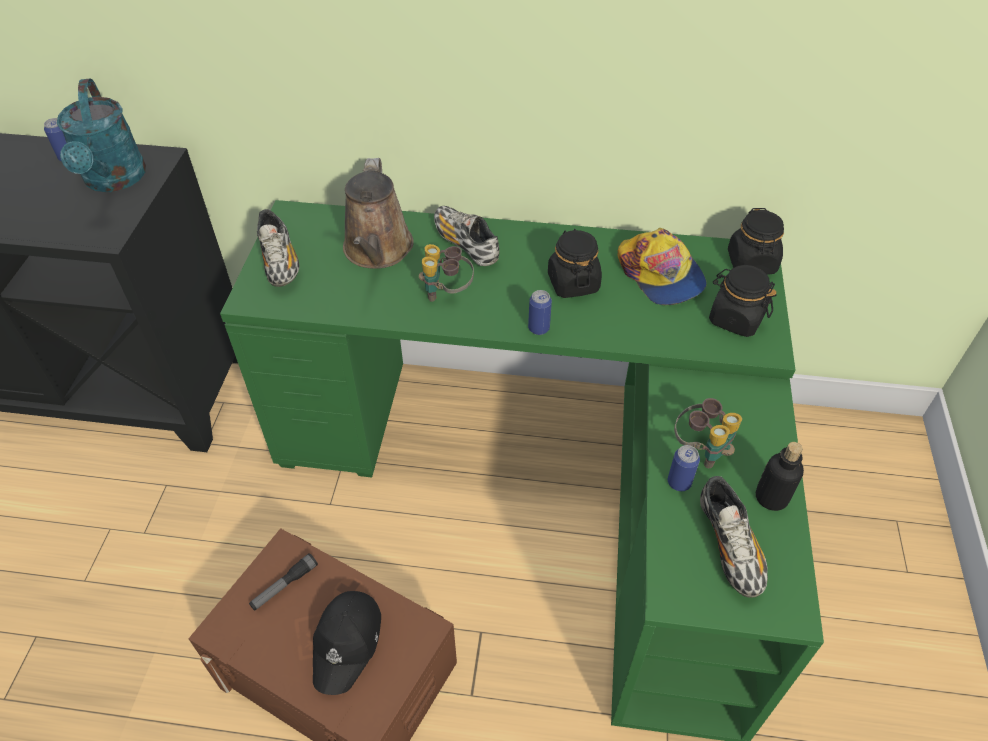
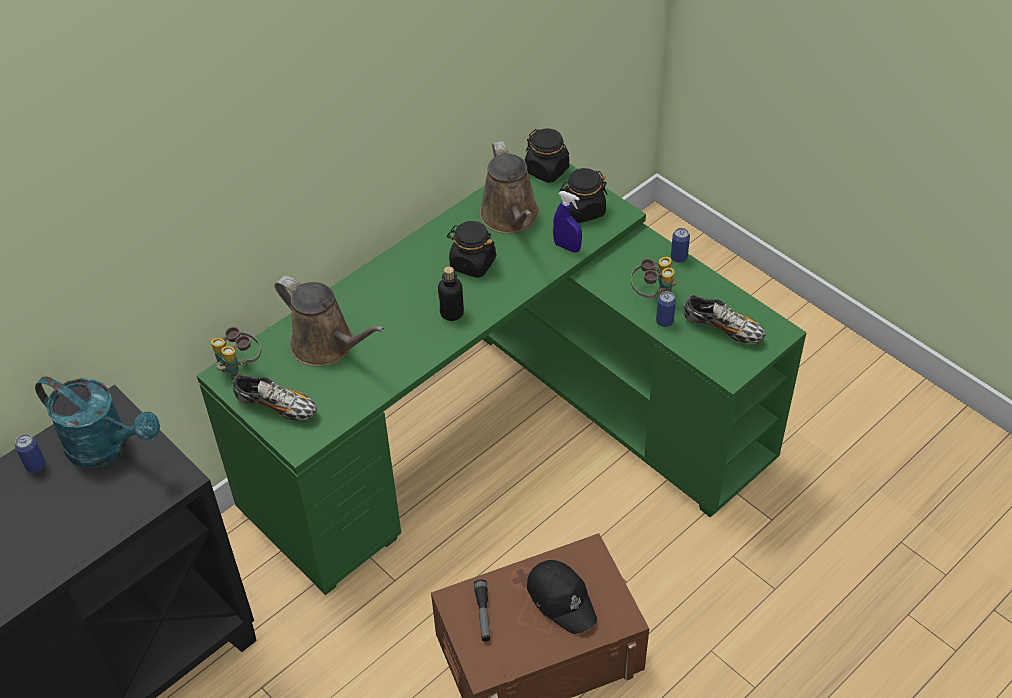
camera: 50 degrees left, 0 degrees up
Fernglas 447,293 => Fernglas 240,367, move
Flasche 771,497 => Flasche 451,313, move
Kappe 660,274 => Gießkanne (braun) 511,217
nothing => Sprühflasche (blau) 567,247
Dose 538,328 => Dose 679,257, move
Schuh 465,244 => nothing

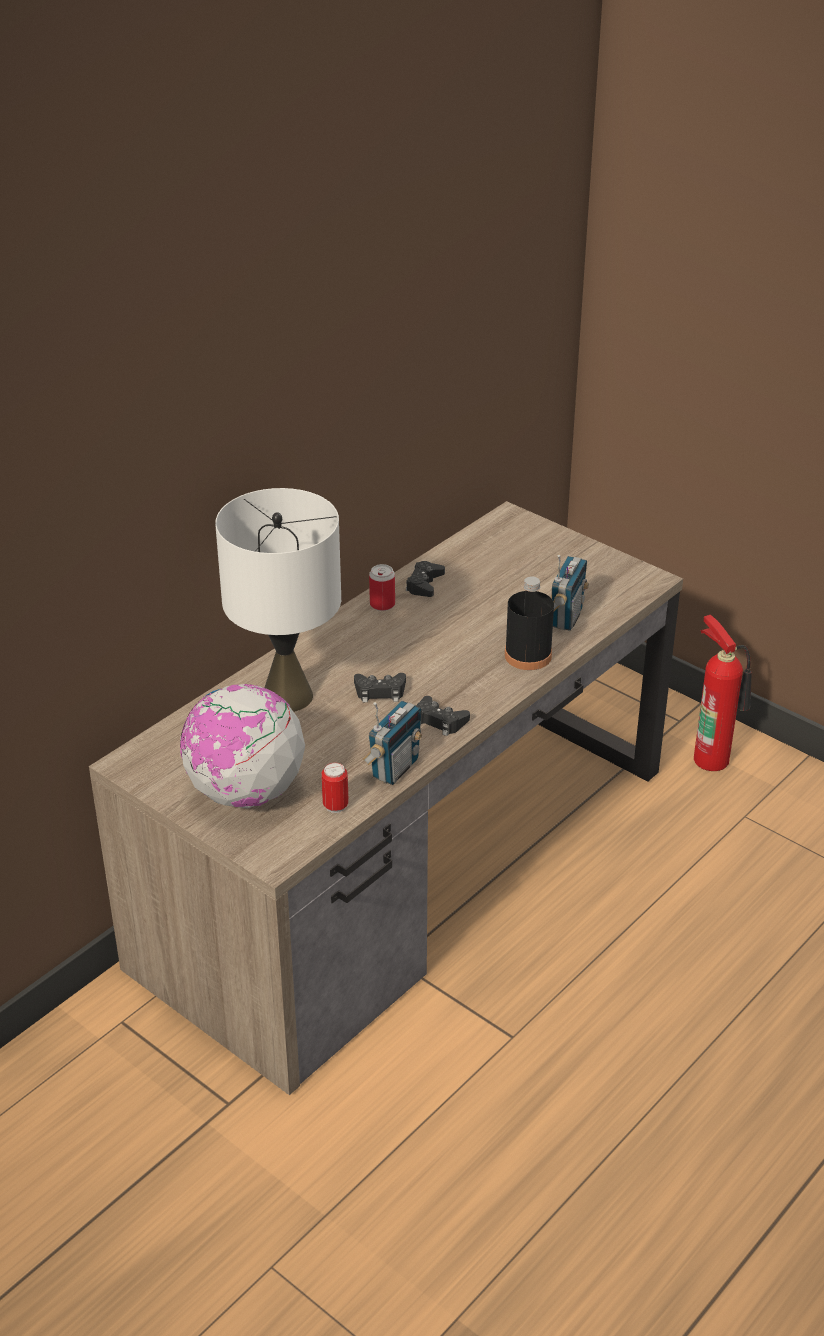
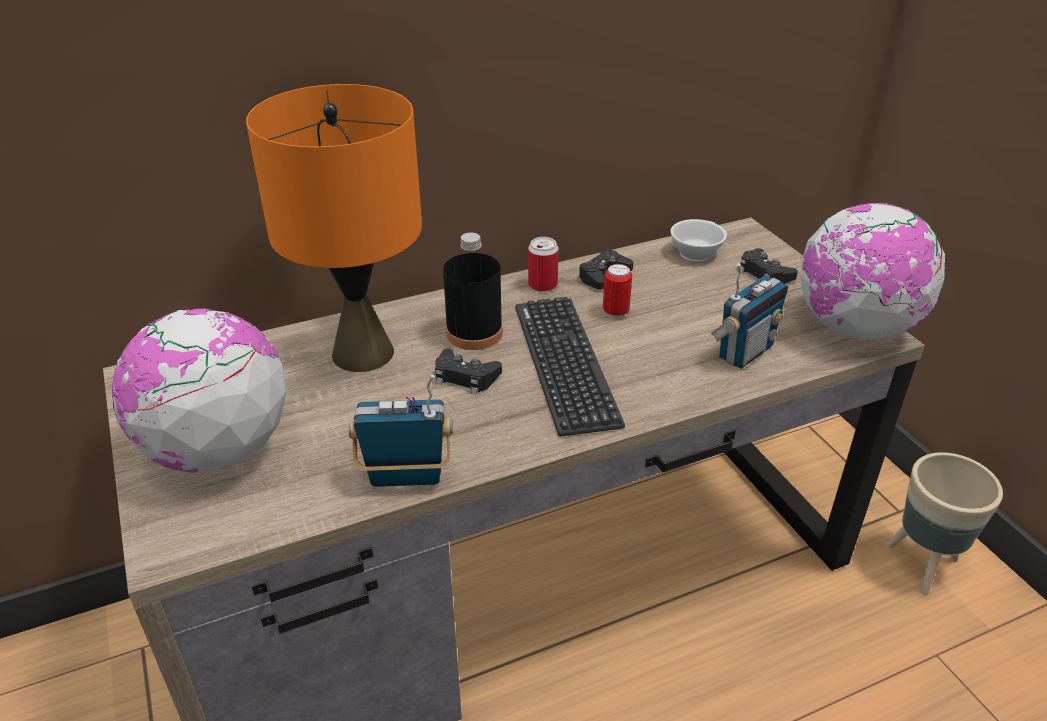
camera: 25 degrees right, 0 degrees up
Tischlampe (weiß) 288,696 => Tischlampe (orange) 364,353
Radio 394,768 => Radio 406,477, 150 degrees counterclockwise
Flasche (schwarz) 528,655 => Flasche (schwarz) 474,333, move
nothing => Tastatur 565,363
Dose 335,806 => Dose 615,312, move
nothing => Tasse (weiß) 694,252
Gamepad (schwarz) 439,721 => Gamepad (schwarz) 764,274, move
nothing => Globus 855,328
Feuerlöscher 712,757 => Pflanzkübel (beige) 923,566

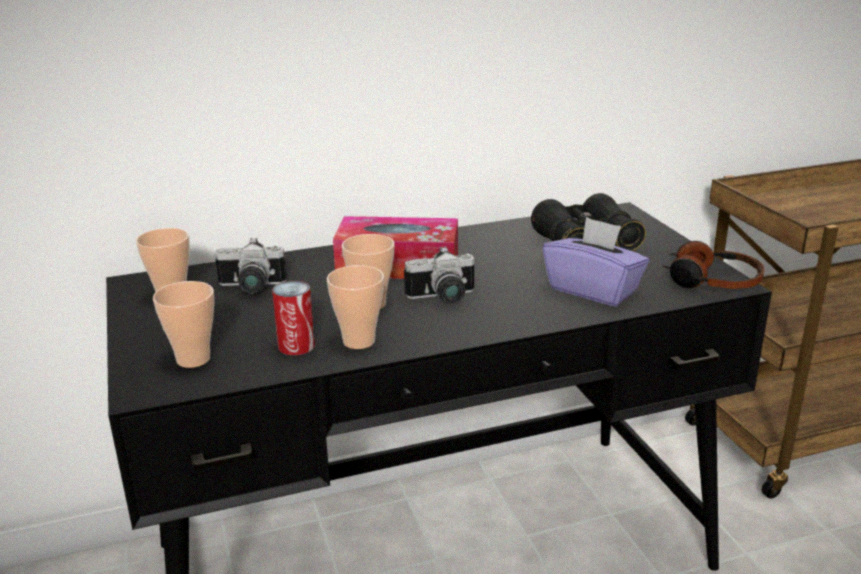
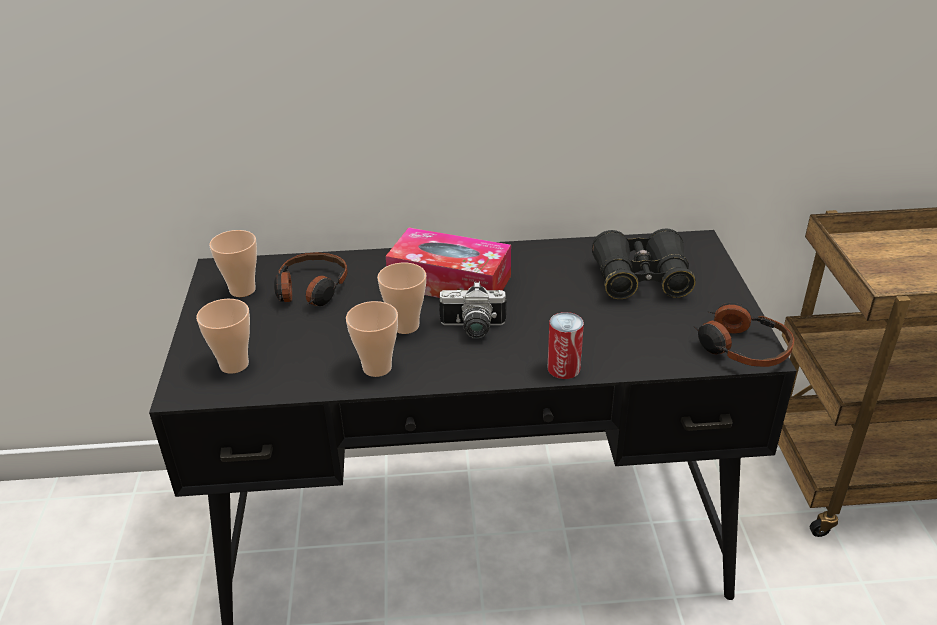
camera: 15 degrees right, 10 degrees up
Kamera 251,288 => Kopfhörer 311,290
Dose 296,346 => Dose 563,368, move
Taschentuchbox (lila) 593,290 => nothing

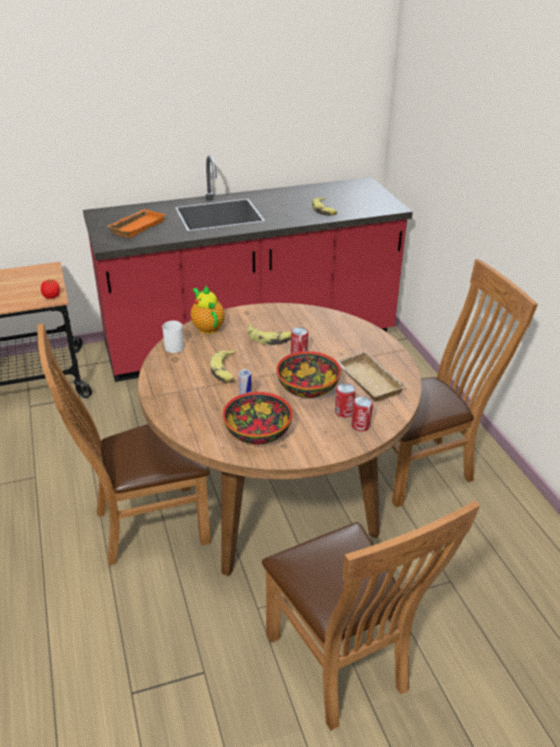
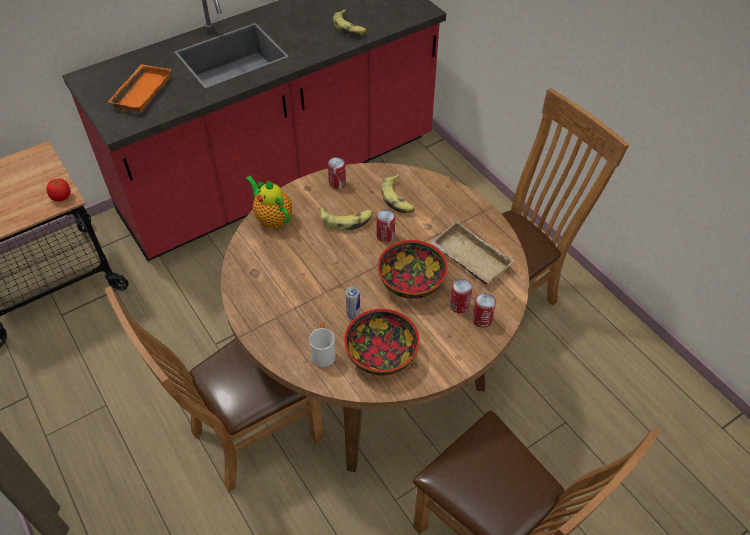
camera: 15 degrees left, 15 degrees up
Henkelbecher (weiß) 175,346 => Henkelbecher (weiß) 323,353, move
nothing => Dose 337,183
Banane 225,371 => Banane 398,199, move

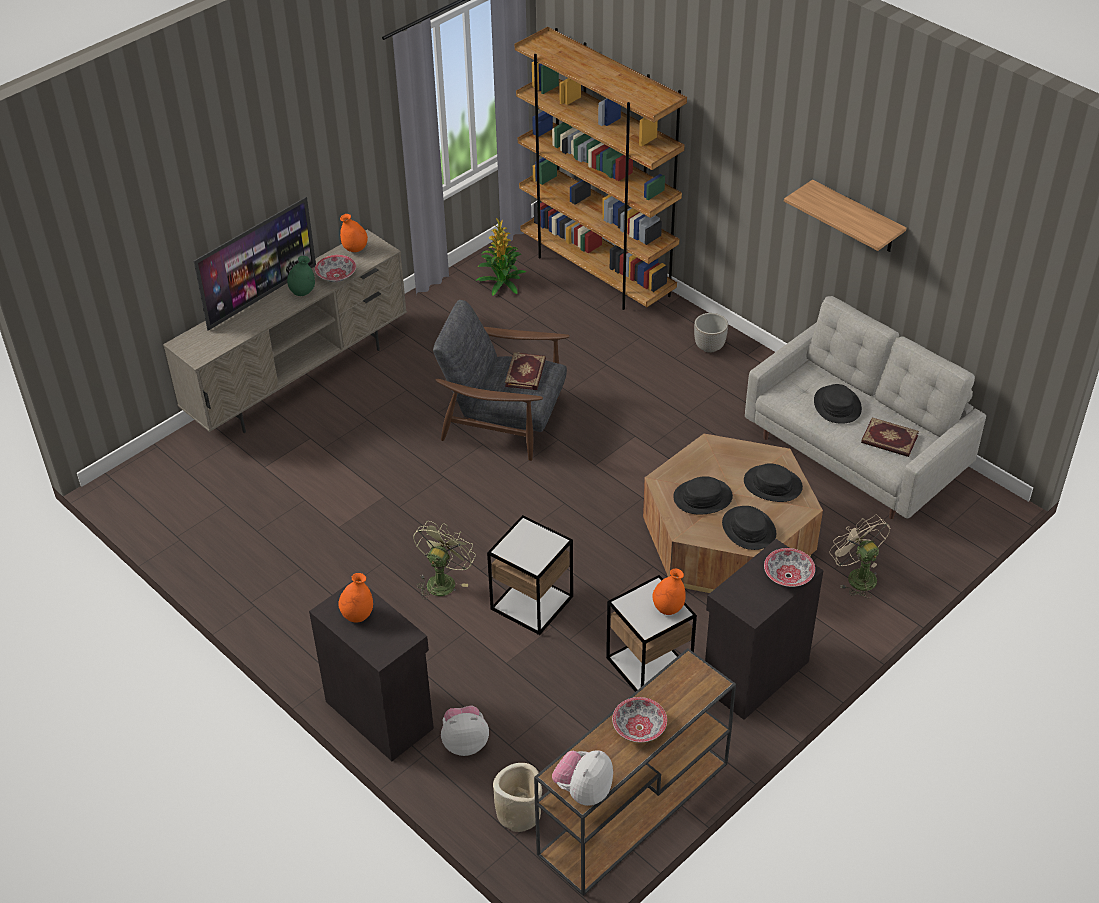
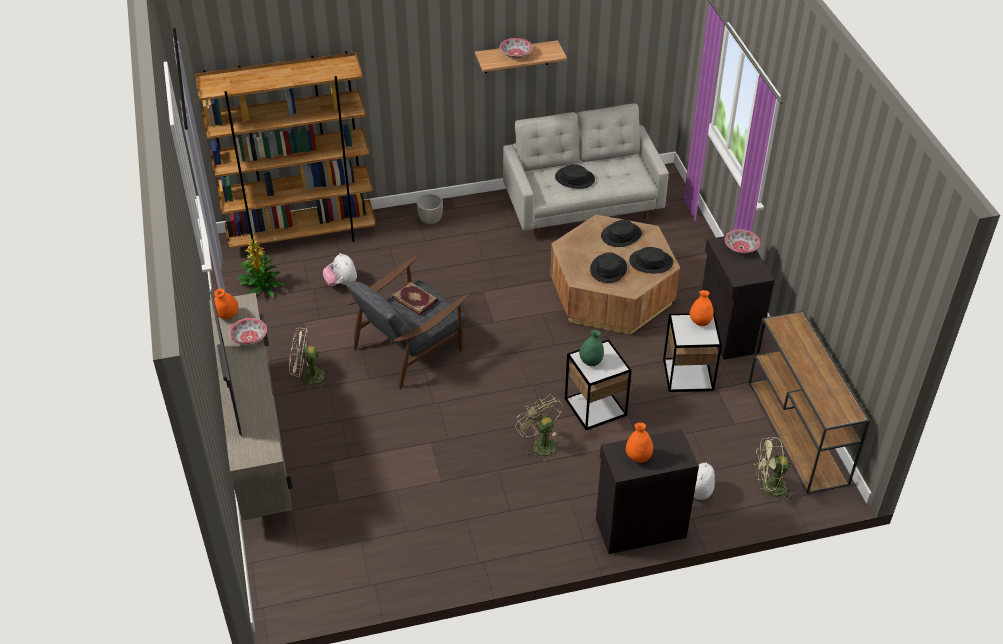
camera: 60 degrees left, 0 degrees up
Ventilator (beige) 856,576 => Ventilator (beige) 308,377, move
Plüschtier 584,791 => Plüschtier 341,283, move
Schüssel 639,727 => Schüssel 515,54, move
Vase (grün) 302,292 => Vase (grün) 591,361, move
Pflanzkübel (beige) 520,813 => Ventilator (grün) 769,488
Buch 889,440 => nothing

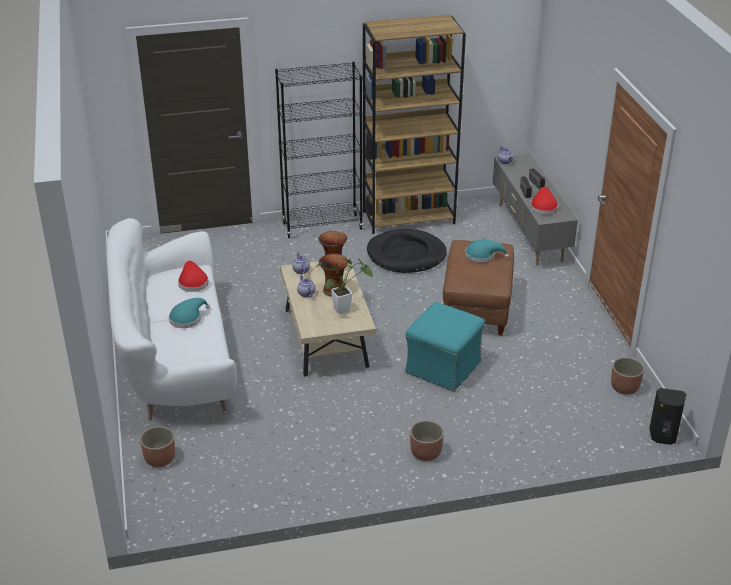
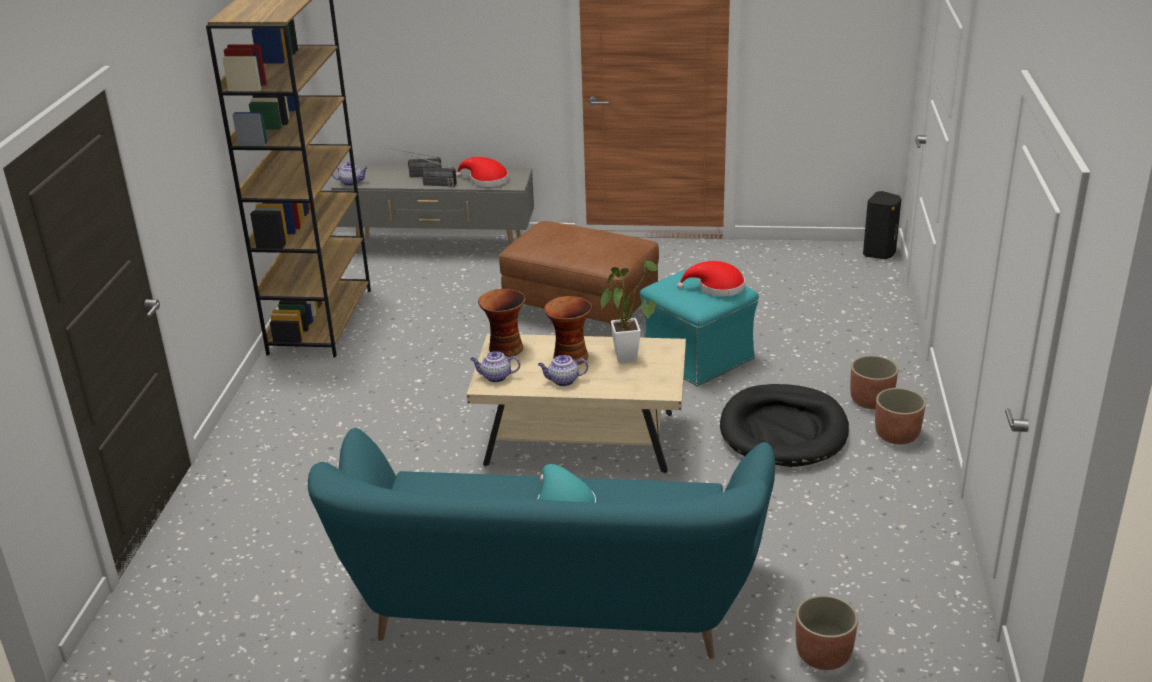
camera: 70 degrees left, 5 degrees down
Sofa (weiß) 175,359 => Sofa (türkis) 550,606
Hut (rot) 192,282 => Hut (rot) 717,287, move
Hundebett (schwarz) 406,255 => Hundebett (schwarz) 783,430, move
Pflanzkübel 624,388 => Pflanzkübel 897,435, move
Bücherregal (schwarz) 322,226 => nothing
Hut (türkis) 482,256 => nothing

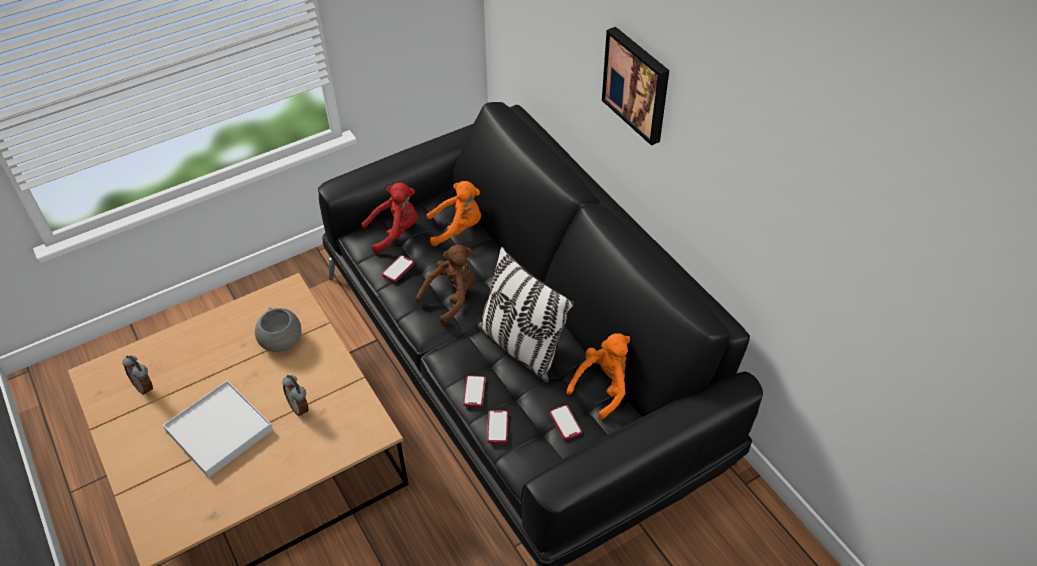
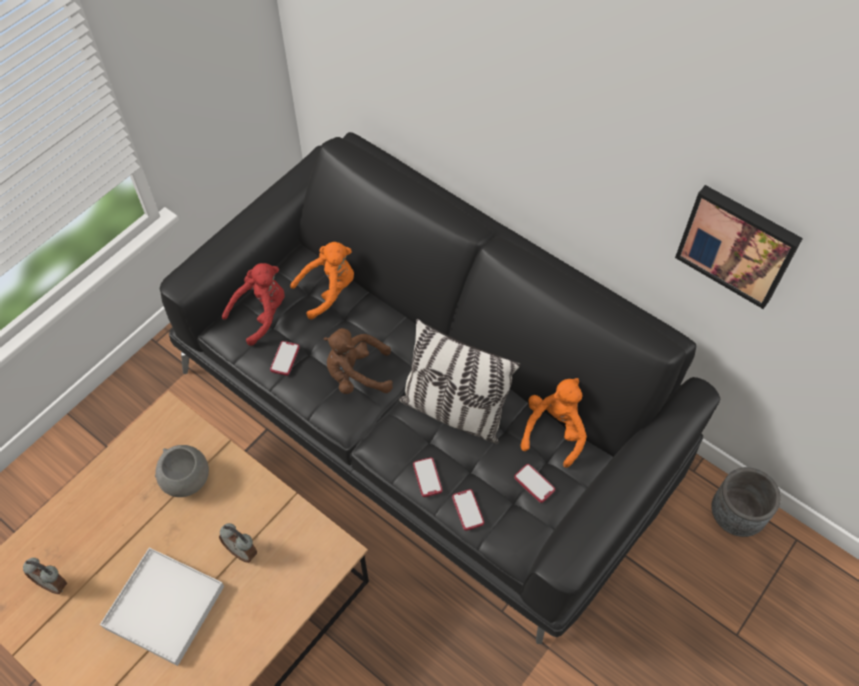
camera: 20 degrees left, 10 degrees up
Plüschtier (braun) 451,297 => Plüschtier (braun) 357,375, 120 degrees counterclockwise
Bild 637,84 => Bild 738,244, move
nothing => Pflanzkübel (grau) 735,516

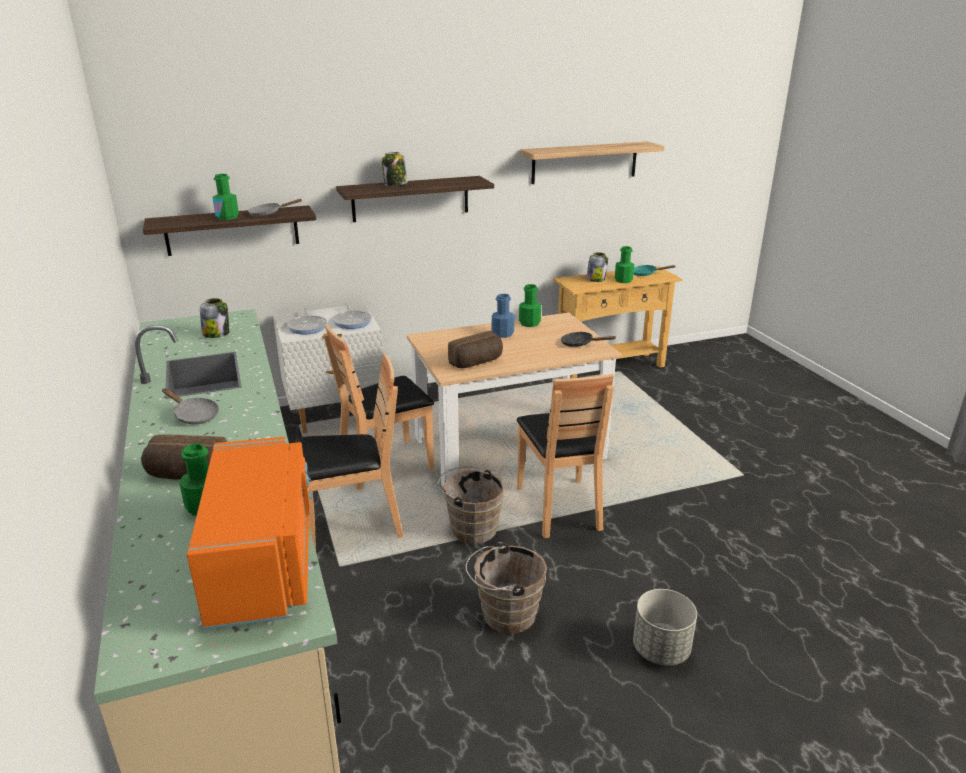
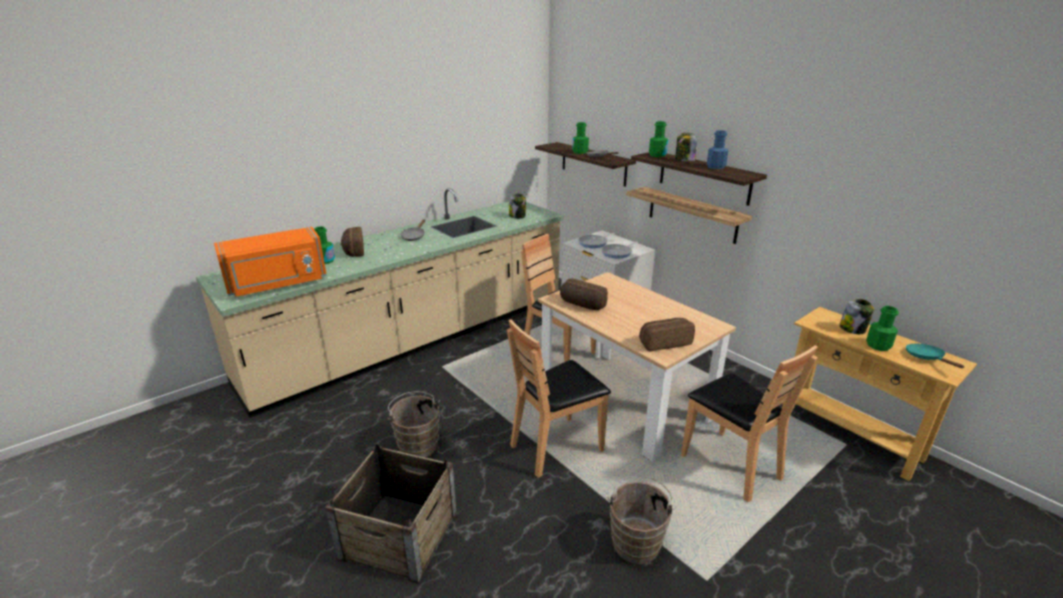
camera: 70 degrees right, 0 degrees up
Pflanzkübel (grau) 660,650 => Kiste 399,534
Eimer (braun) 470,527 => Eimer (braun) 636,540, move
Wandregal 584,162 => Wandregal 692,214, move
Pfanne (schwarz) 580,344 => Brot 664,342
Flasche (grün) 529,323 => Flasche (grün) 657,155, move
Stuhl (braun) 353,526 => Stuhl (braun) 730,465, move
Flasche (blau) 502,334 => Flasche (blau) 715,167, move

